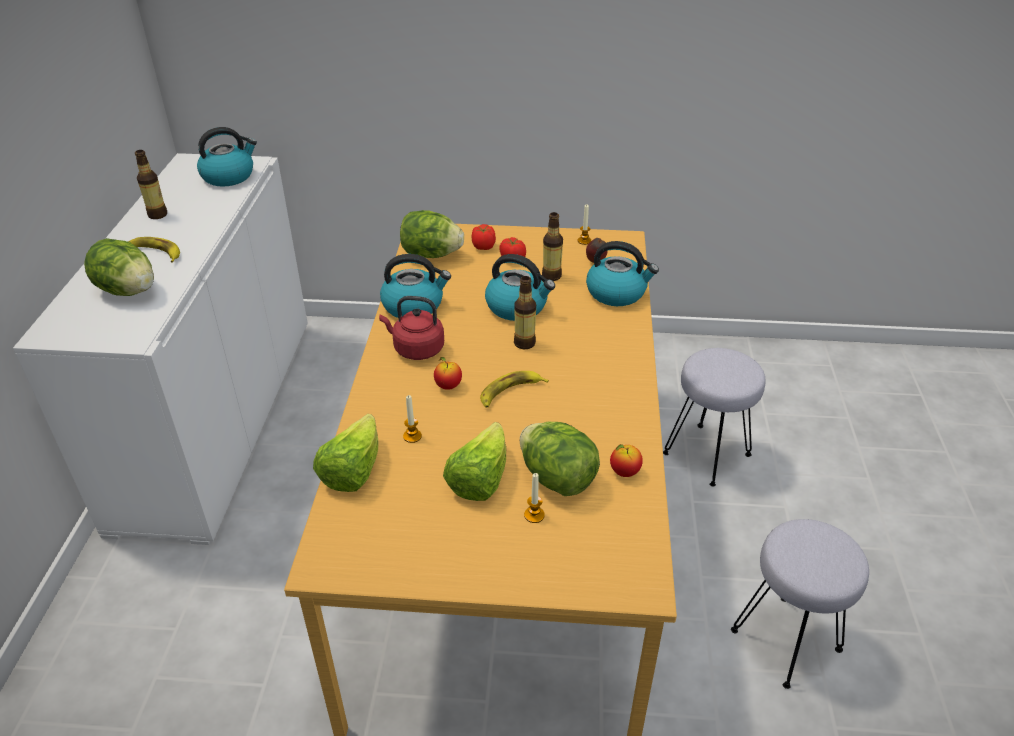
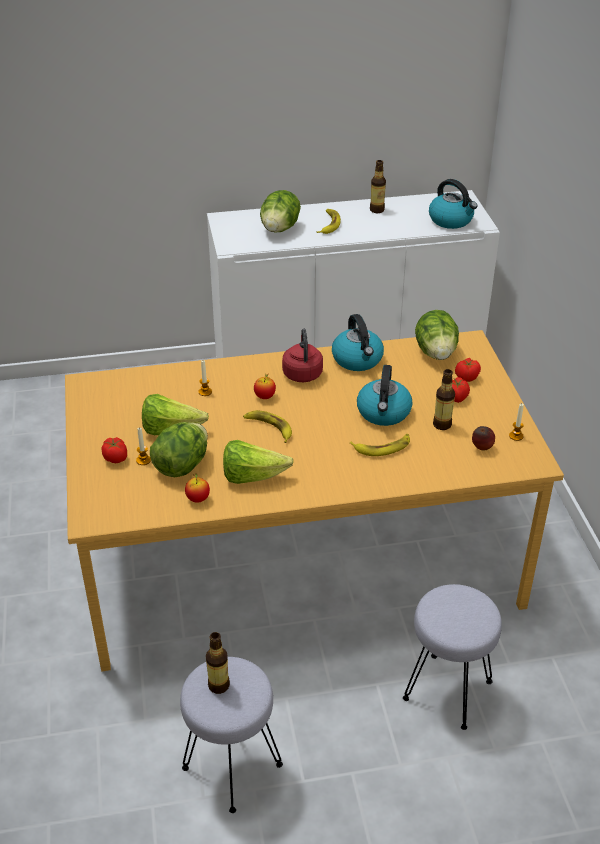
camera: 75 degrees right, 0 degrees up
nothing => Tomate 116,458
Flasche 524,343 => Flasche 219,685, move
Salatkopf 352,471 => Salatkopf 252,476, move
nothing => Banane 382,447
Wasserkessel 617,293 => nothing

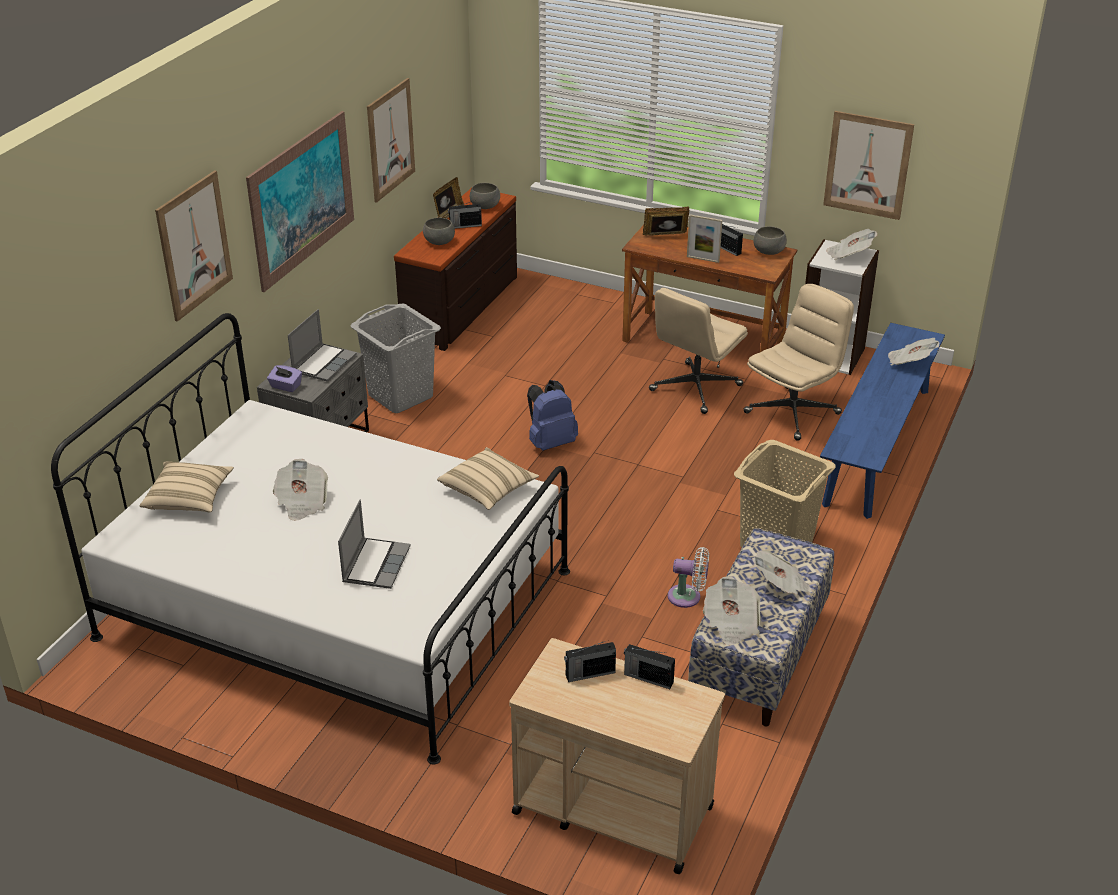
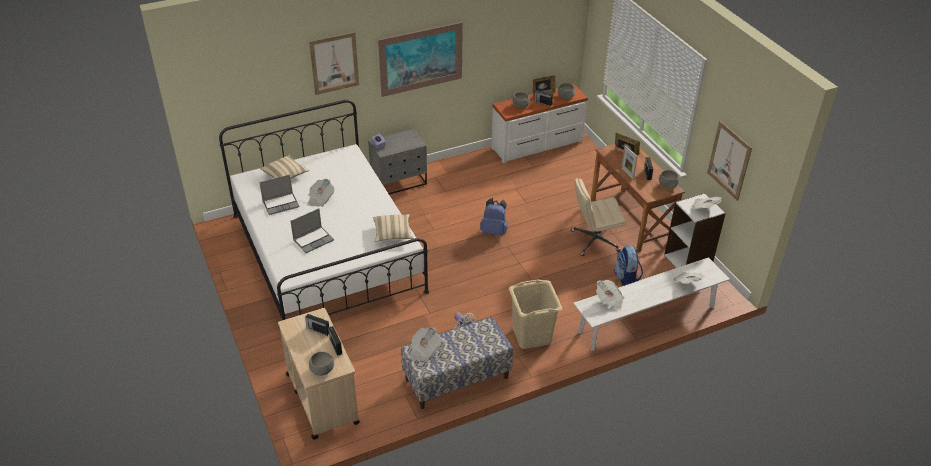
camera: 40 degrees right, 5 degrees up
Laptop 324,363 => Laptop 281,204, move
nothing => Schüssel (grau) 322,370
Kommode (braun) 462,308 => Kommode (weiß) 537,145
Bank (blau) 877,445 => Bank (weiß) 647,319
Zeitung 781,585 => Zeitung 609,301, move
Bürostuhl (beige) 793,412 => Rucksack 626,279
Wäschekorb (grau) 401,395 => nothing
Bild 390,140 => nothing

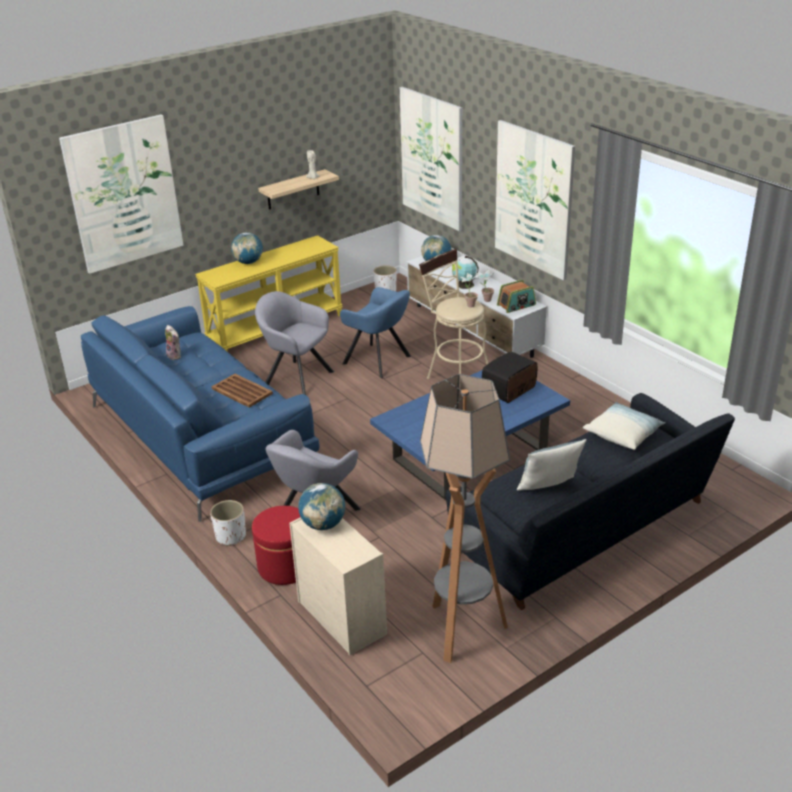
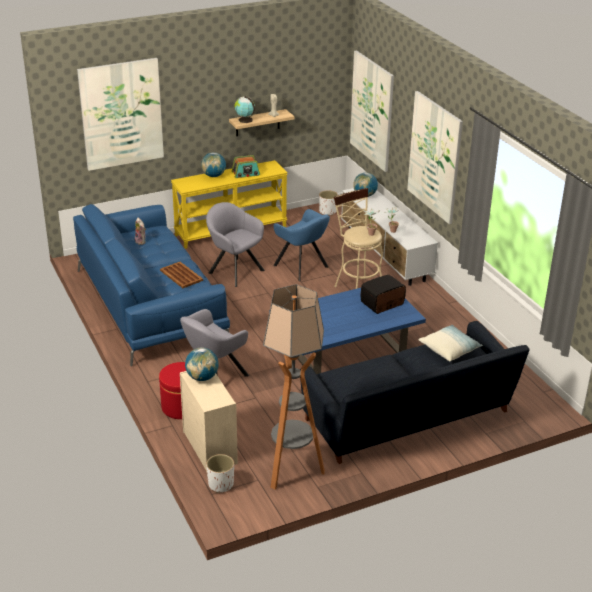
camera: 10 degrees right, 0 degrees up
Pflanzkübel (weiß) 230,536 => Pflanzkübel (weiß) 220,484, move
Radio 516,305 => Radio 246,174, move
Globus 464,284 => Globus 244,120, move
Kissen 549,488 => nothing

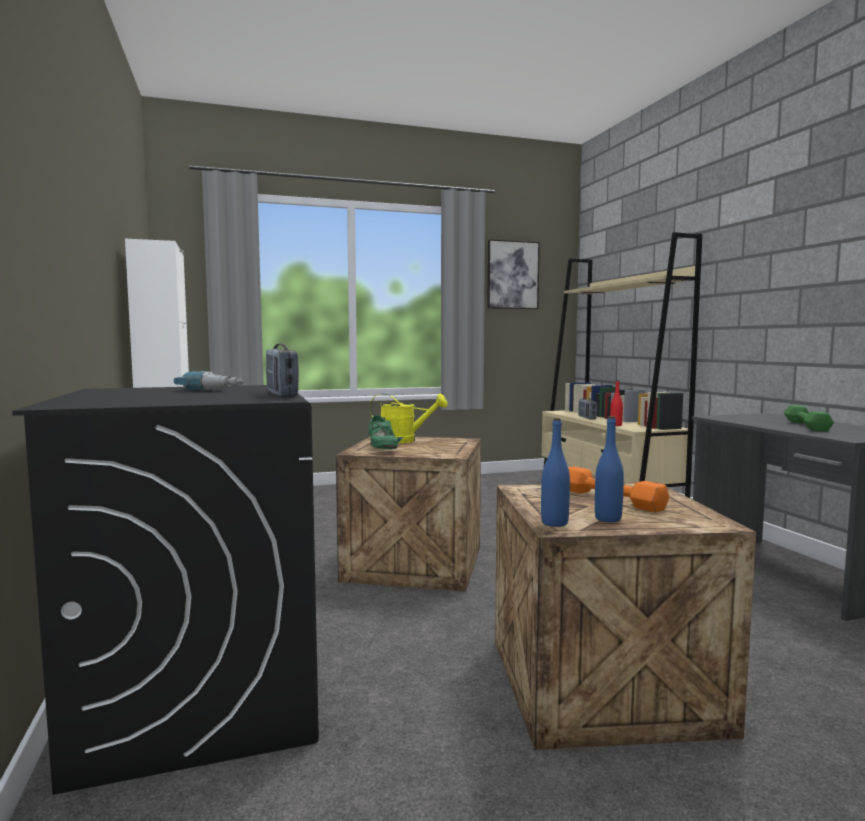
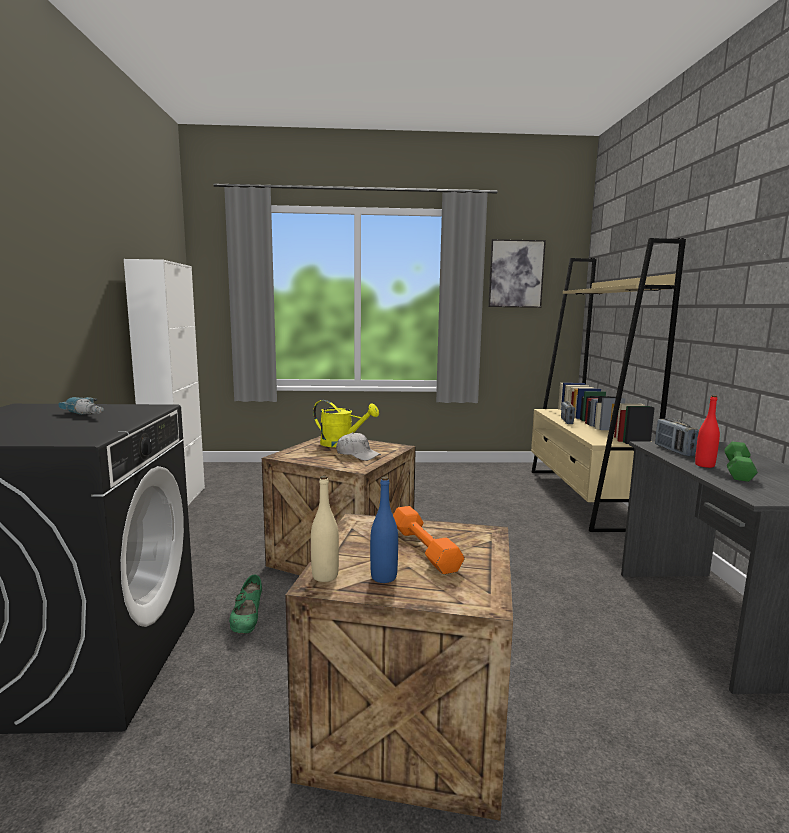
camera: 15 degrees right, 5 degrees up
Schuh (grün) 382,449 => Schuh (grün) 247,621, move
Flasche (blau) 554,523 => Flasche (beige) 325,576
nothing => Kappe (weiß) 357,455
Radio 281,395 => Radio 673,451, move
Flasche (rot) 616,425 => Flasche (rot) 704,465, move

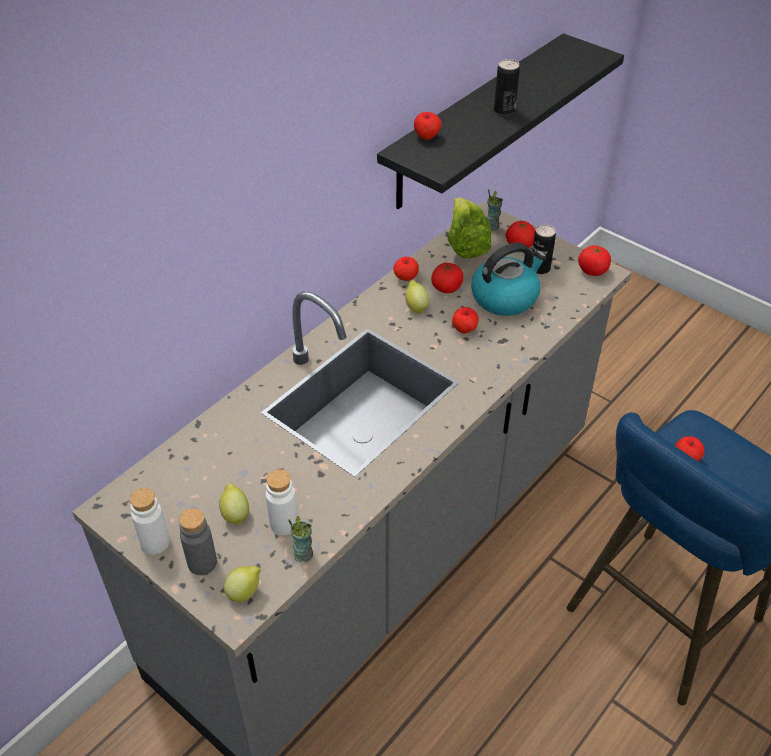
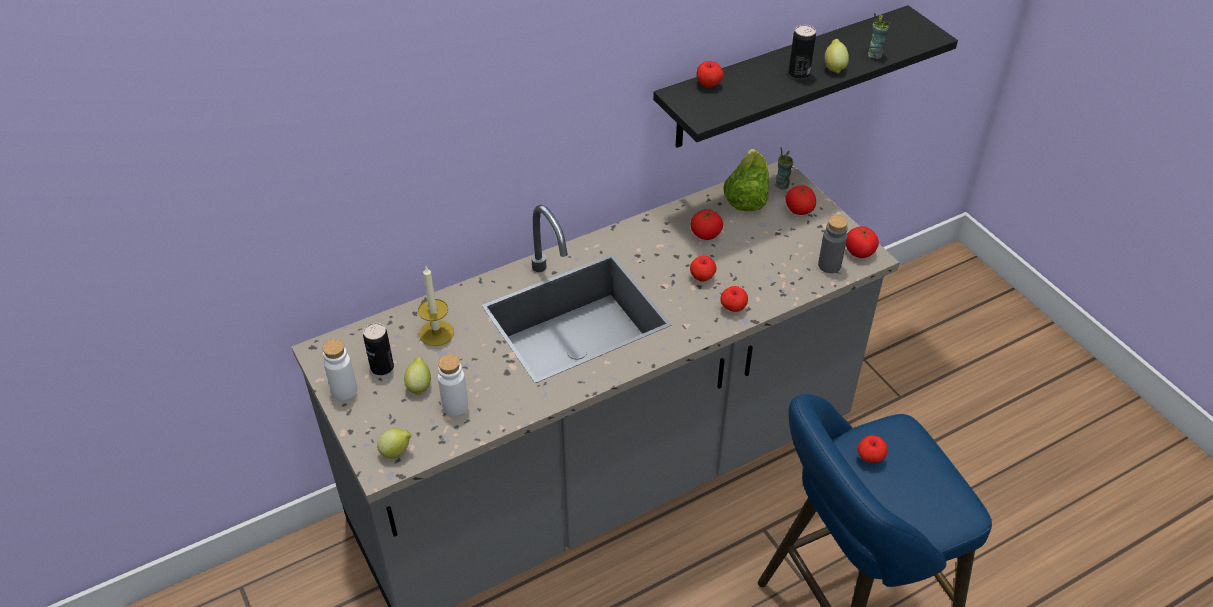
camera: 20 degrees right, 0 degrees up
Dose 540,268 => Dose 382,367, move
nothing => Kerze 436,333
Apfel 405,278 => Apfel 733,308, move
Flasche (grau) 202,563 => Flasche (grau) 829,265, move
Zitrone 416,307 => Zitrone 834,67, move
Tasse 303,554 => Tasse 875,54, move
Wasserkessel 505,297 => nothing

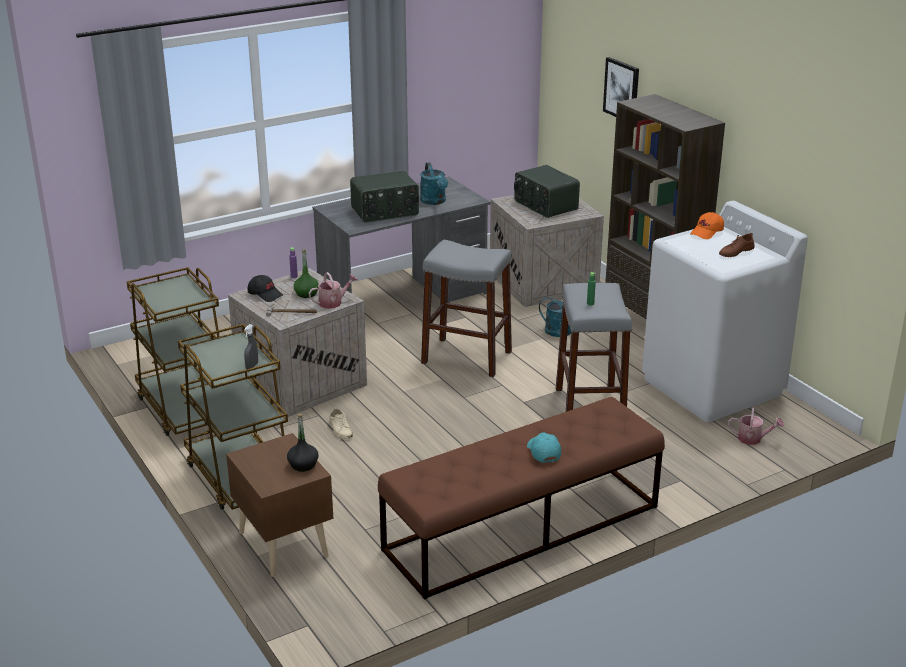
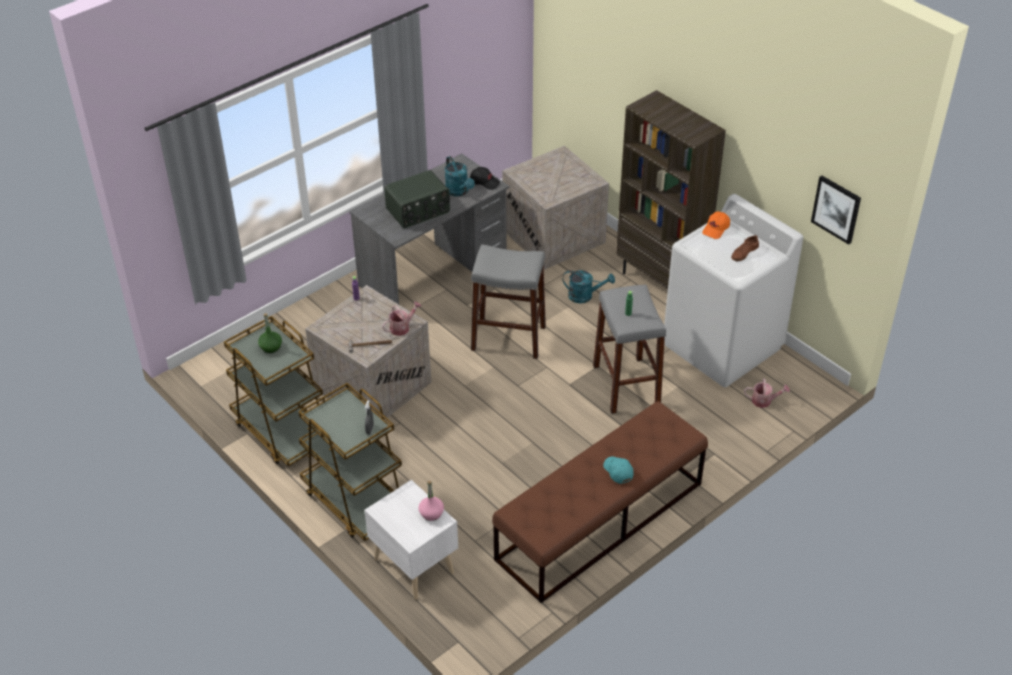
camera: 10 degrees left, 15 degrees up
Flasche (grün) 306,293 => Flasche (grün) 270,347, move
Nachttisch (braun) 284,543 => Nachttisch (weiß) 414,564
Flasche (schwarz) 303,465 => Flasche (rosa) 431,513
Kappe (schwarz) 265,294 => Kappe (schwarz) 484,182, move
Bild 622,90 => Bild 836,209, move
Schuh (beige) 340,429 => nothing
Radio 545,205 => nothing

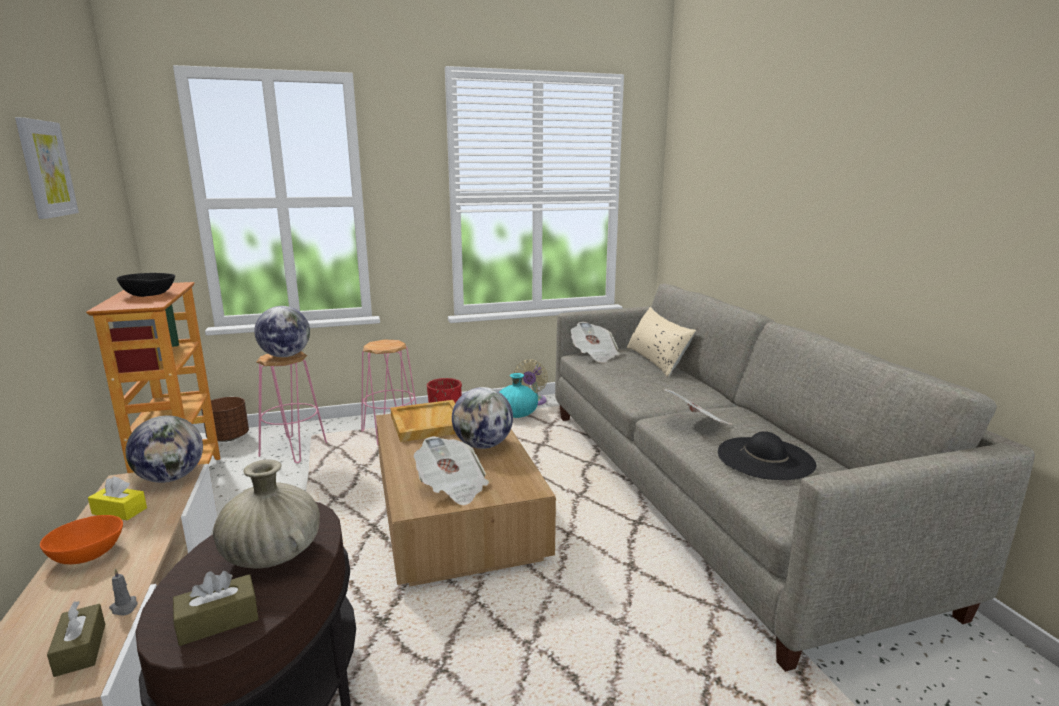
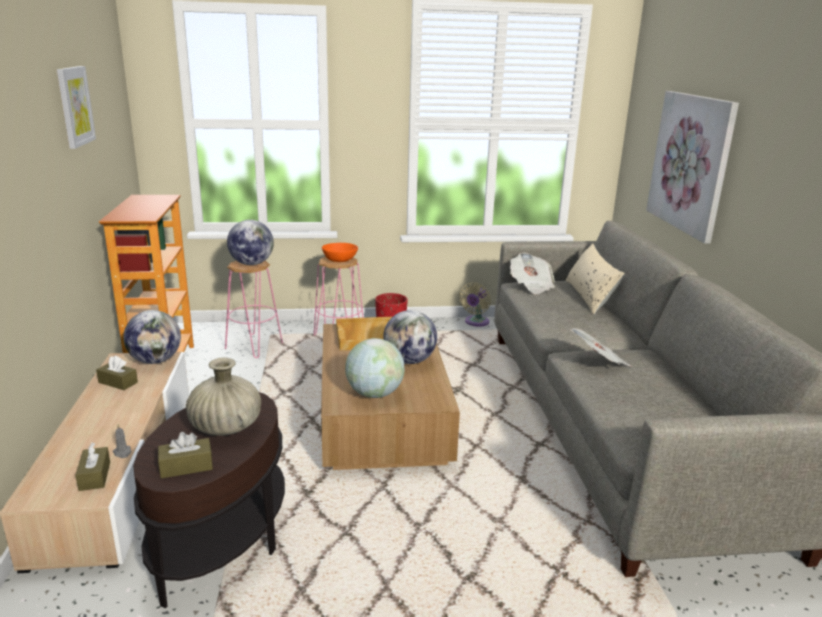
camera: 10 degrees right, 5 degrees up
Taschentuchbox (gelb) 119,511 => Taschentuchbox (braun) 118,382
Schüssel (orange) 87,554 => Schüssel (orange) 339,260, move
Zeitung 452,487 => Globus 375,394
nothing => Bild 690,163
Schüssel (schwarz) 149,295 => nothing
Pflanzkübel (braun) 228,438 => nothing
Vase (türkis) 516,415 => nothing
Hut (schwarz) 765,458 => nothing

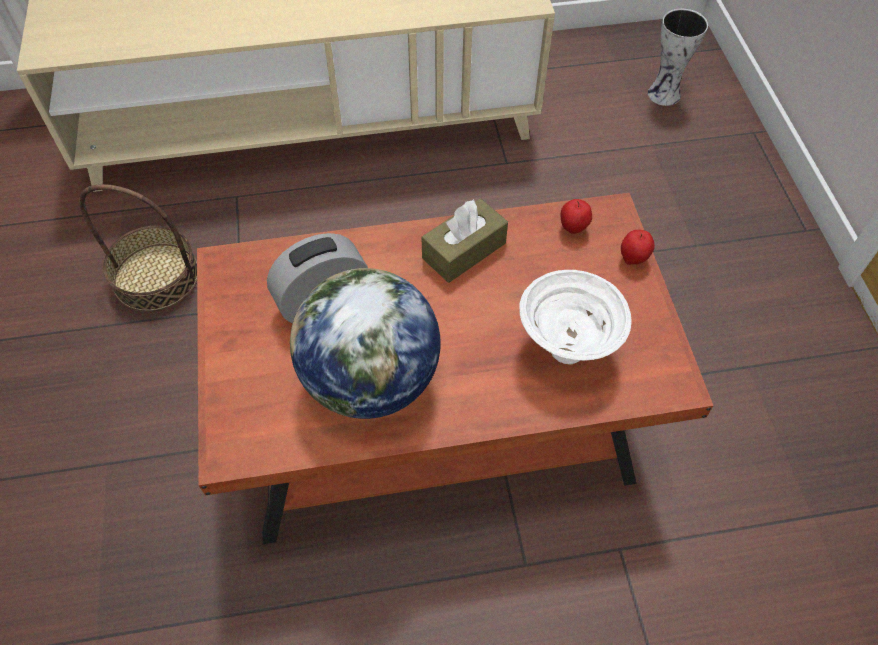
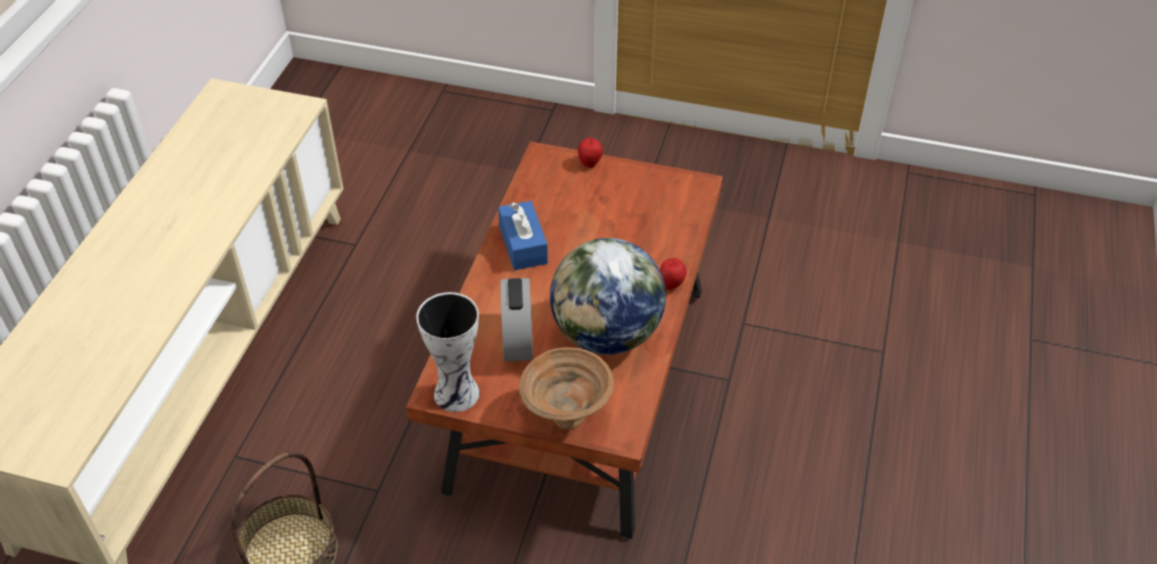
camera: 65 degrees left, 10 degrees down
Vase 665,95 => Vase 459,393, move
Taschentuchbox (braun) 464,250 => Taschentuchbox (blau) 523,245
nothing => Schüssel (braun) 566,419
Apfel 573,229 => Apfel 671,285, move
Schüssel (weiß) 564,348 => nothing

